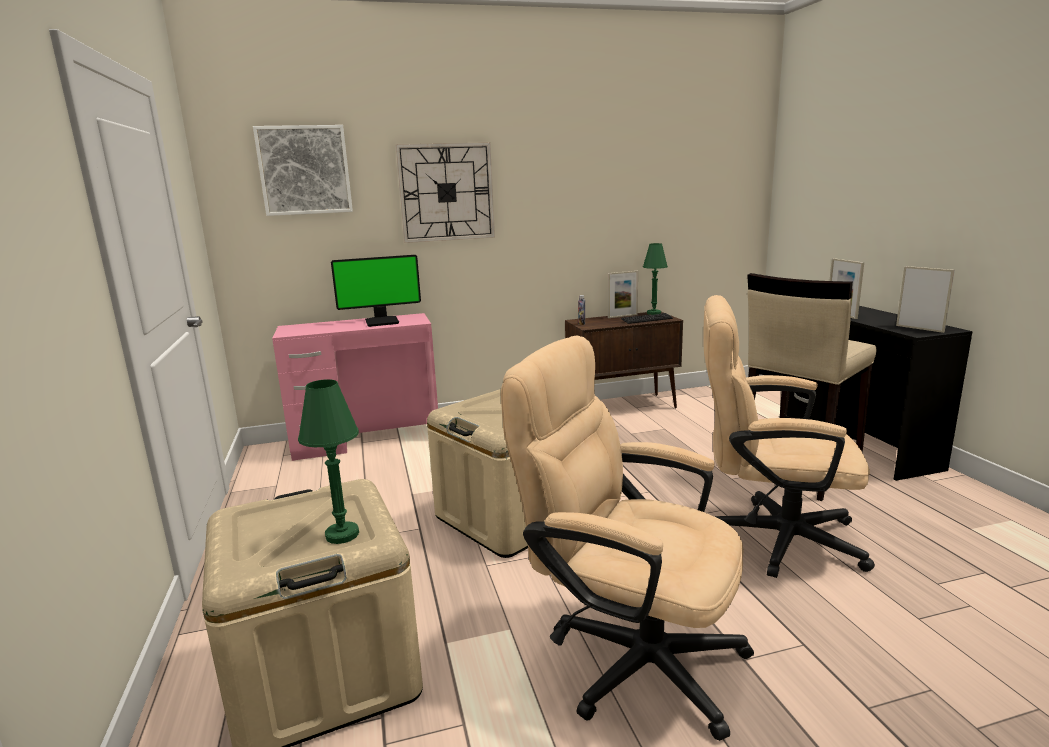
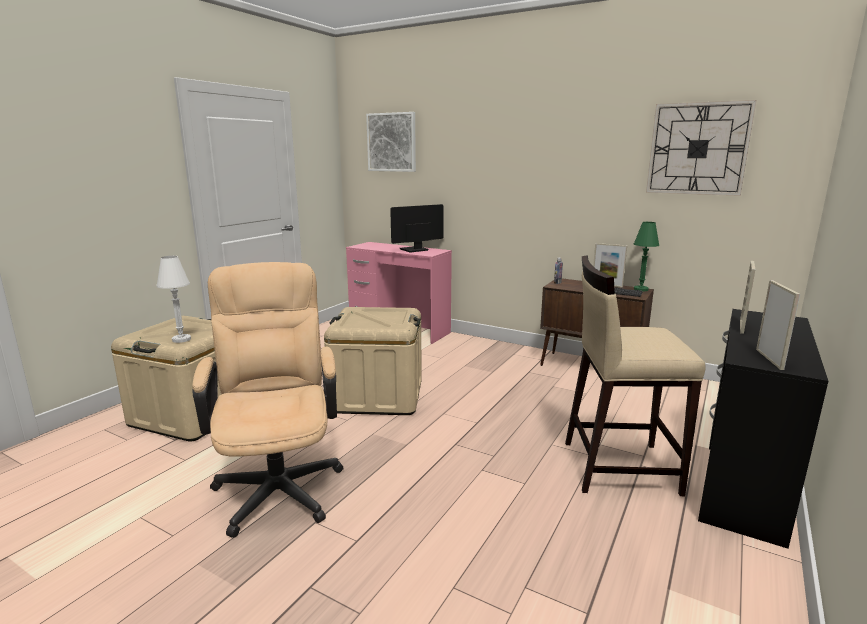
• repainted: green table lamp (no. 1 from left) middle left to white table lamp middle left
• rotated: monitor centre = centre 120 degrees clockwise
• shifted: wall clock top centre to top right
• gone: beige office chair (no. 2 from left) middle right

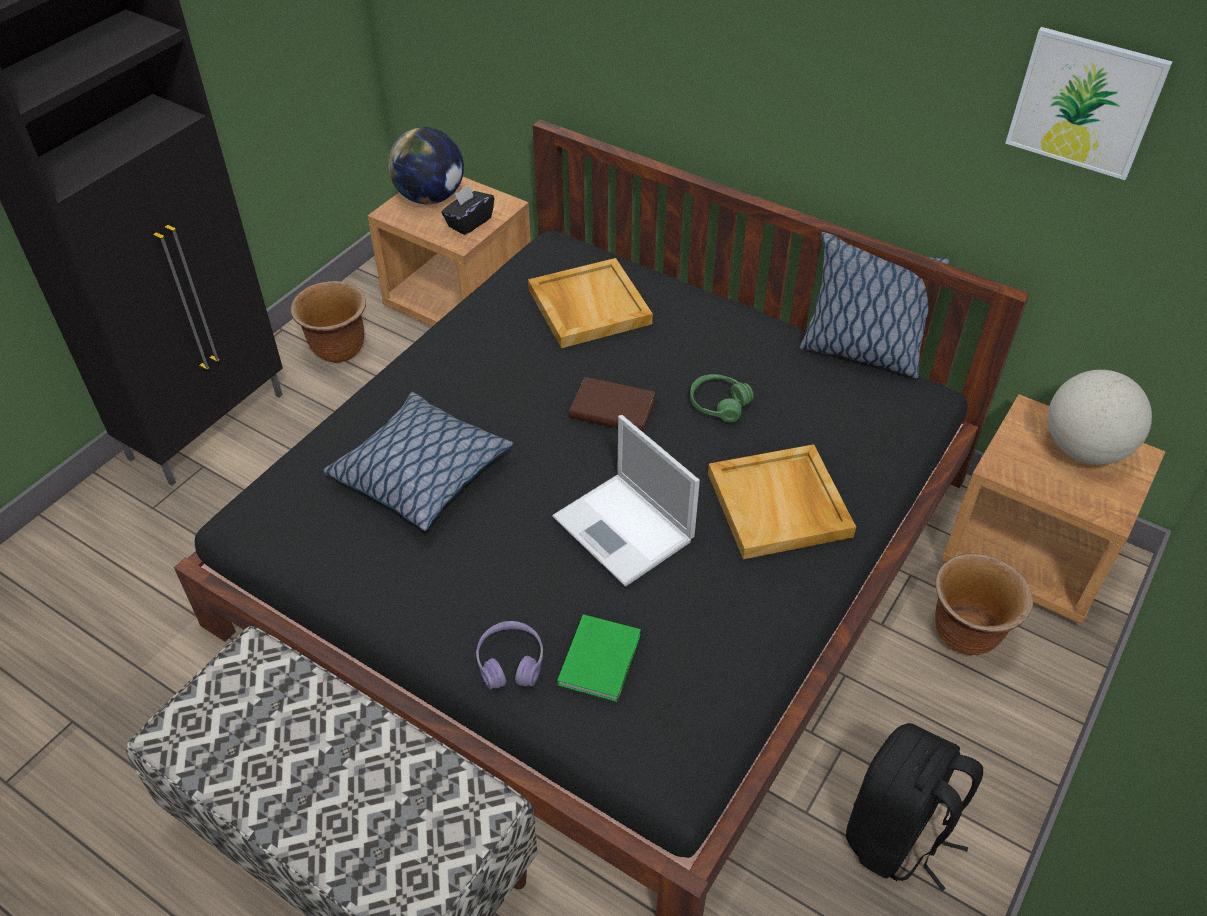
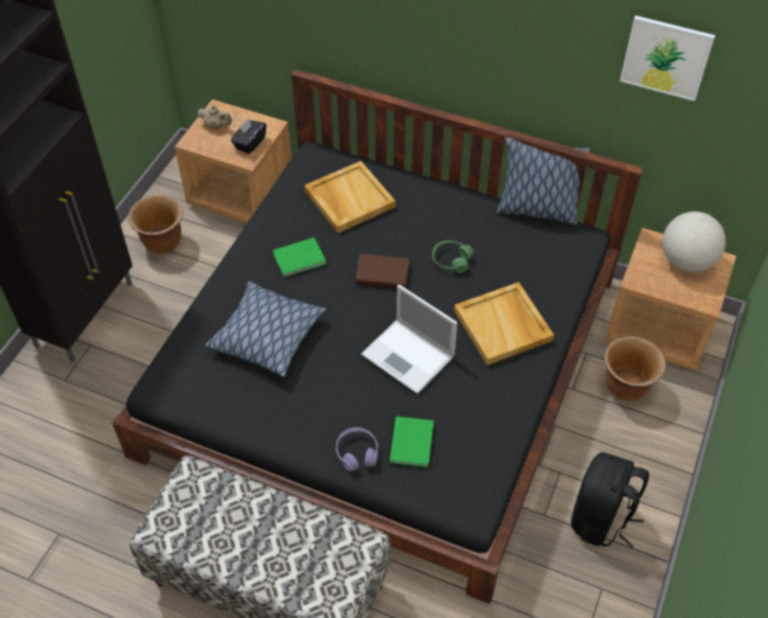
• swapped: globe (no. 1 from left) top centre to beige teapot top left
• new: green book (no. 1 from left) centre

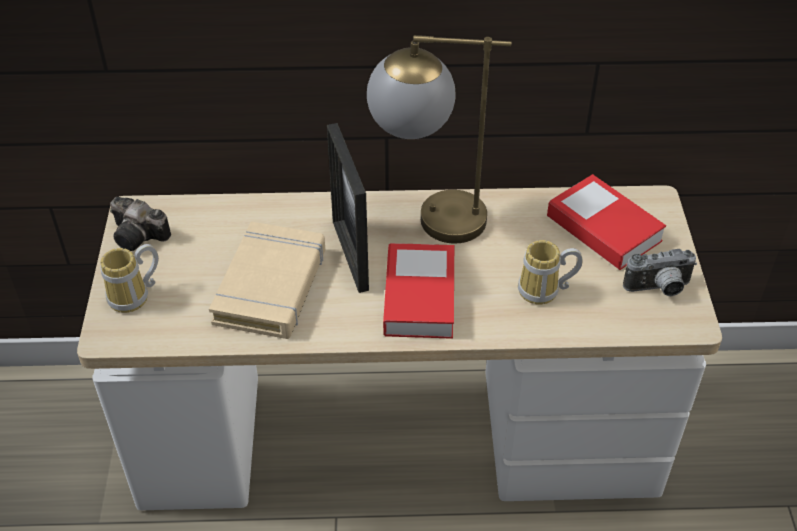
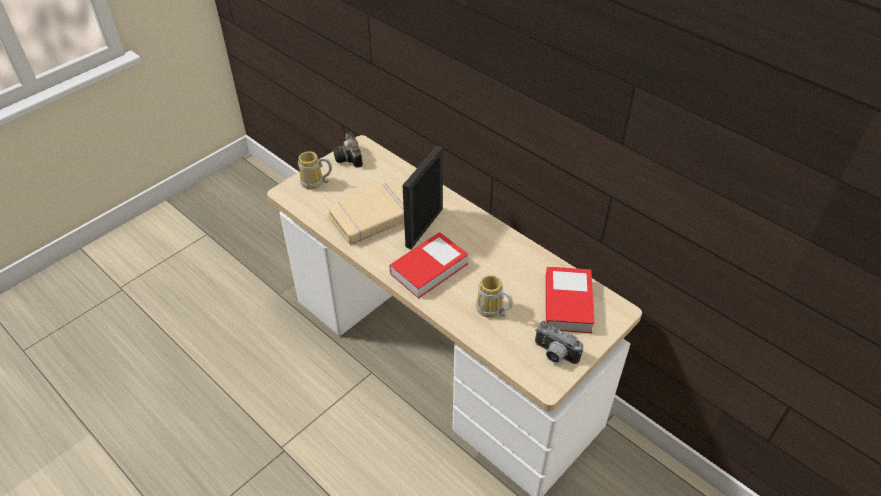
• gone: table lamp top centre

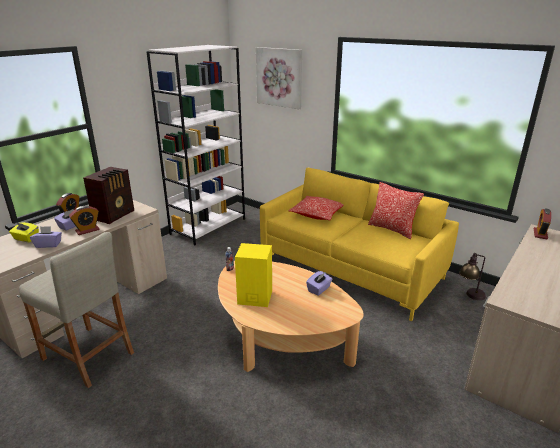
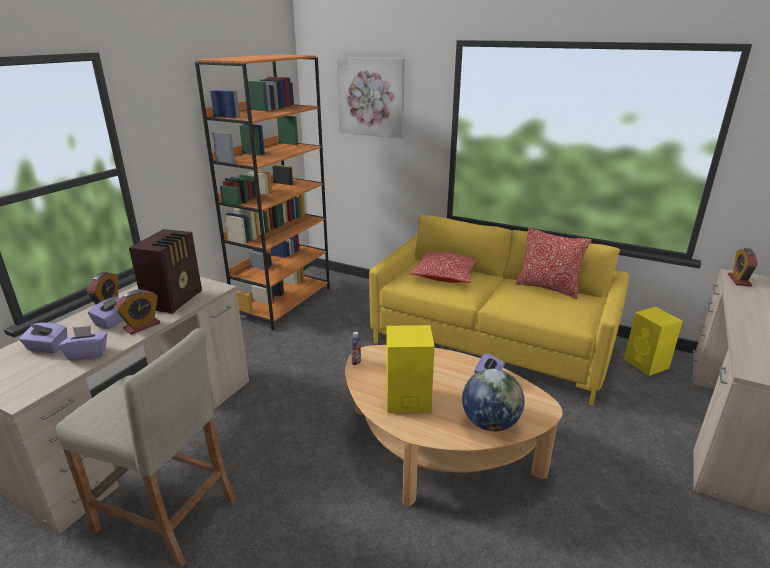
• repainted: yellow tissue box middle left to purple tissue box (no. 1 from left) middle left
• repainted: white bookcase top centre to orange bookcase centre
• new: globe bottom centre
• swapped: table lamp middle right to yellow speaker (no. 2 from left) middle right

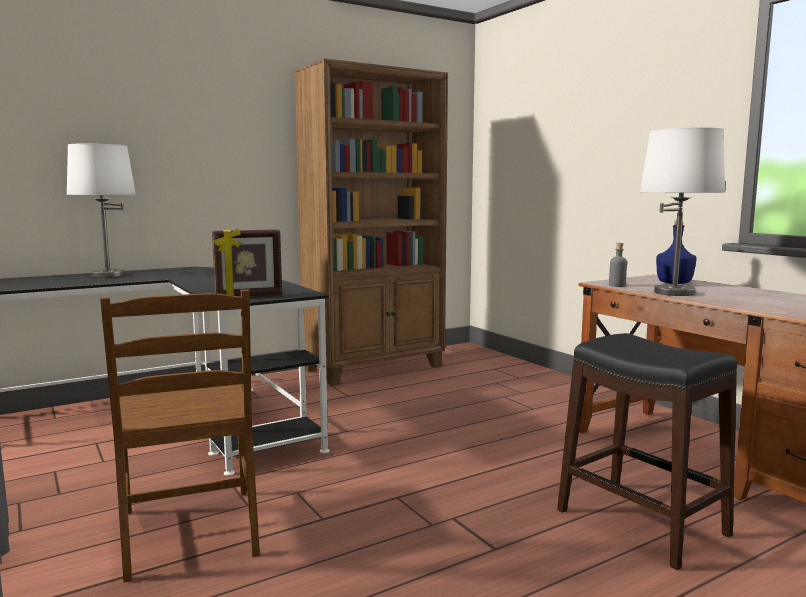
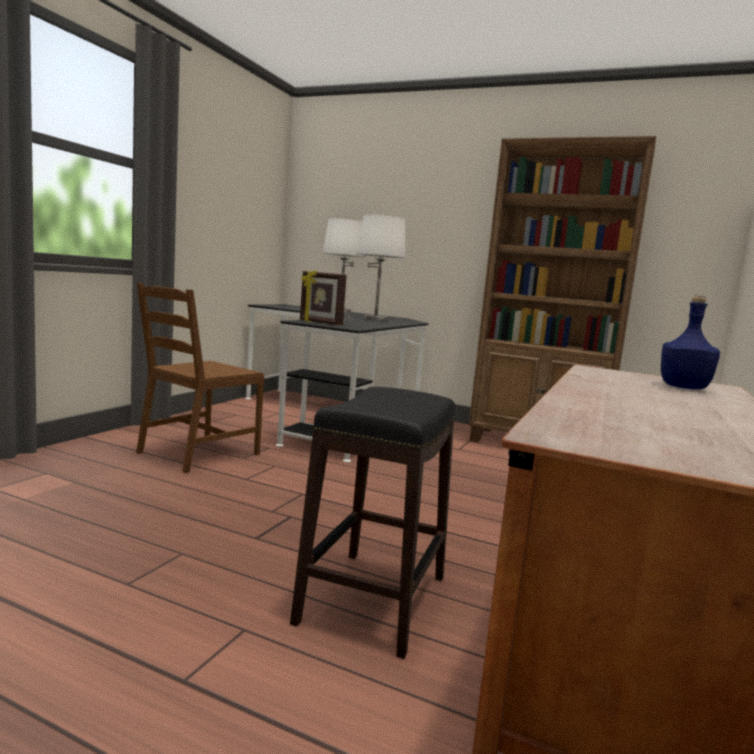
• shifted: white table lamp (no. 2 from left) middle right to centre
• gone: grey bottle middle right

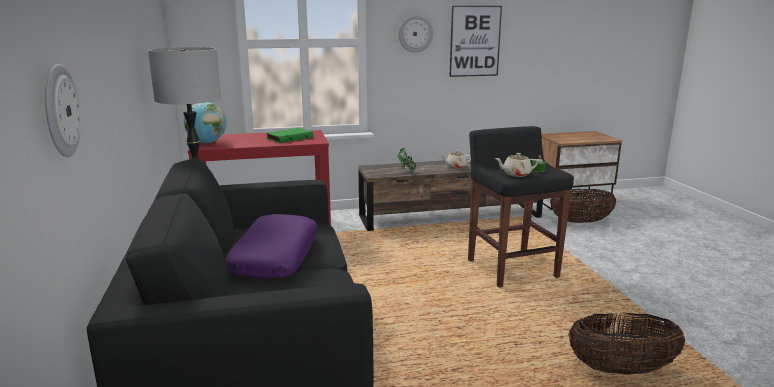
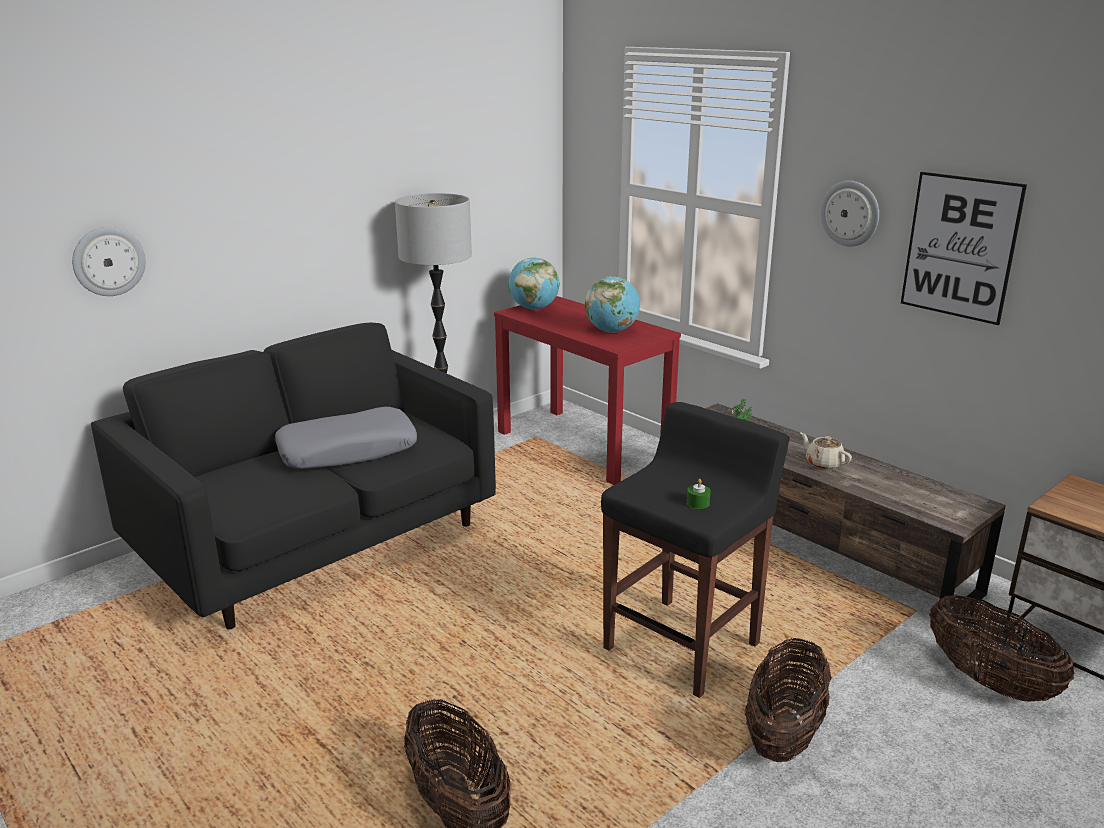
• repainted: purple pillow centre to grey pillow middle left
• swapped: green book centre to globe (no. 2 from left) centre
• new: basket (no. 2 from left) bottom right
• gone: beige teapot (no. 2 from left) middle right

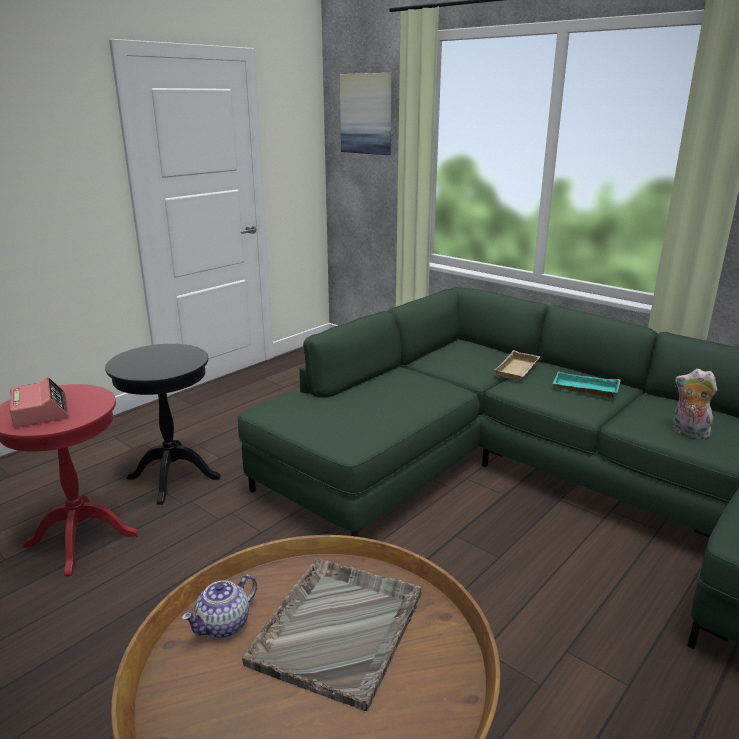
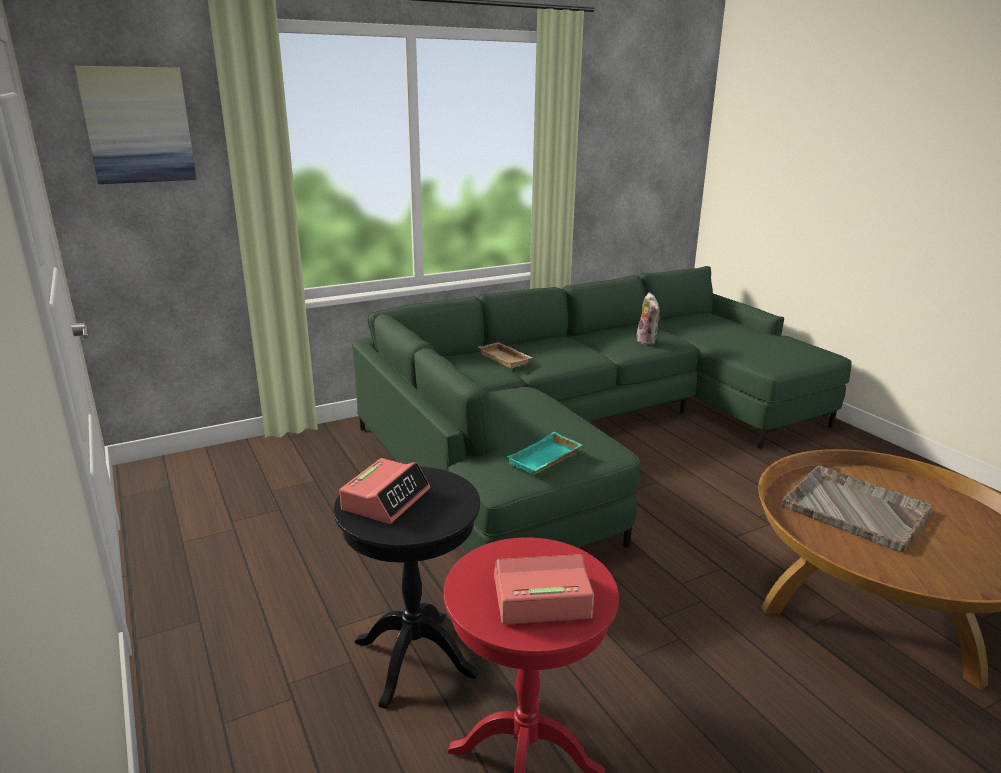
• new: alarm clock (no. 1 from left) centre
• shifted: turquoise tray middle right to centre
• rotated: plush toy middle right = centre 75 degrees counterclockwise
• gone: teapot bottom left

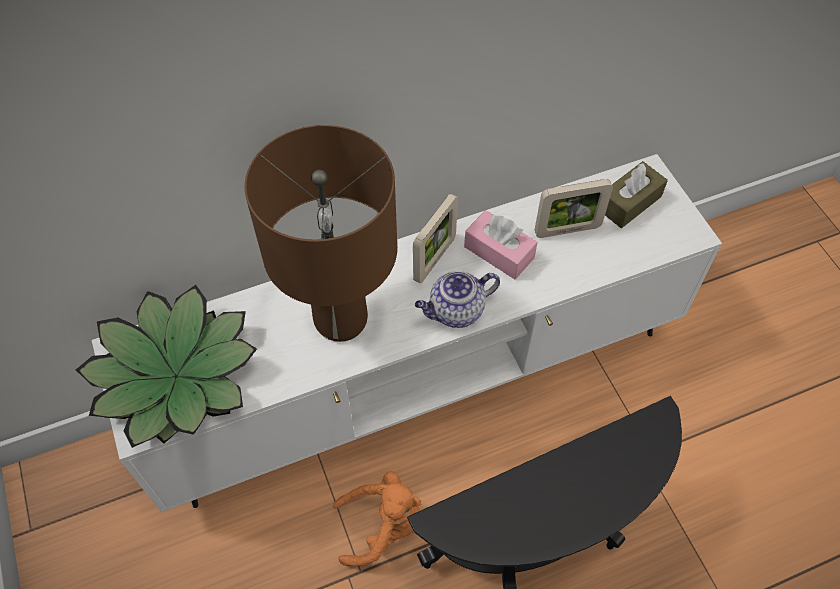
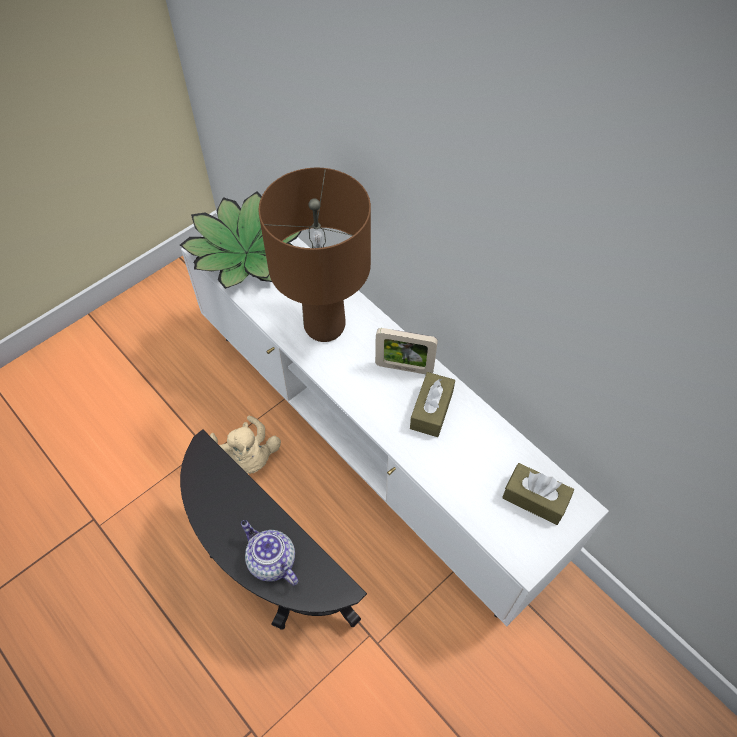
• repainted: orange plush toy bottom centre to beige plush toy middle left
• shifted: teapot centre to bottom centre
• repainted: pink tissue box centre to brown tissue box (no. 1 from left) centre
• gone: picture frame (no. 2 from left) middle right

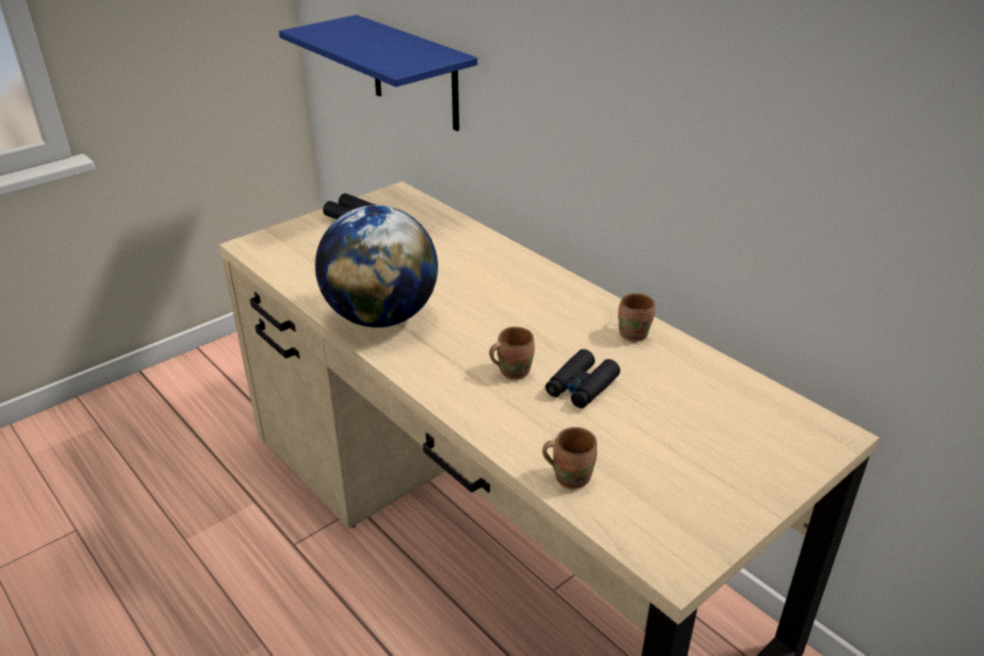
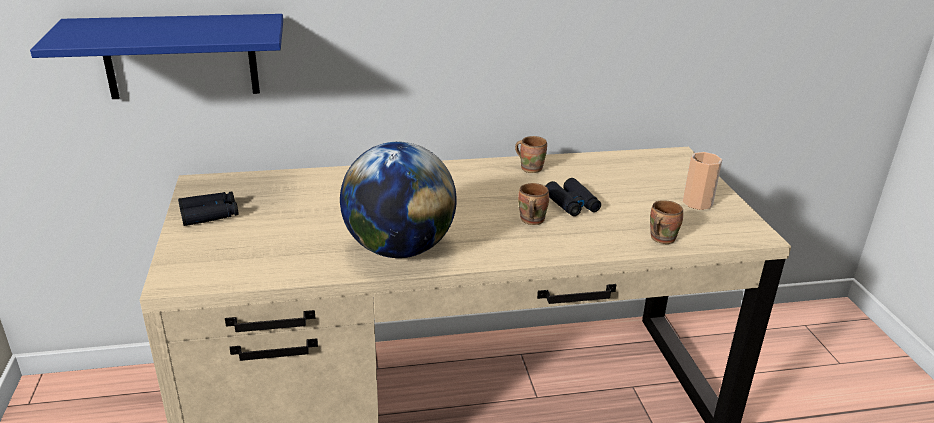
• new: cup middle right

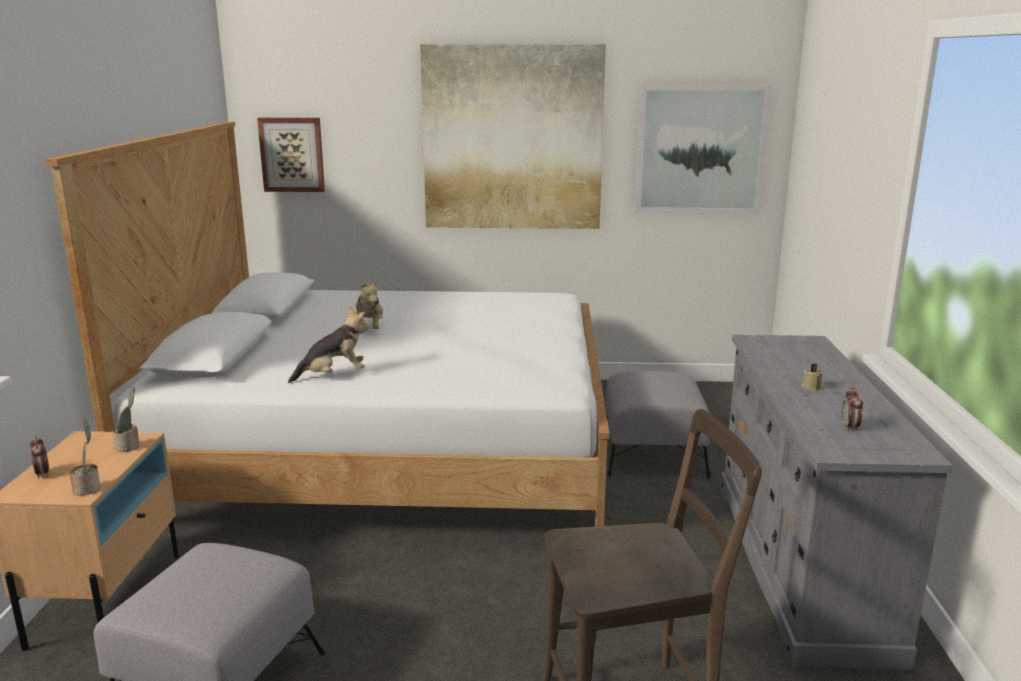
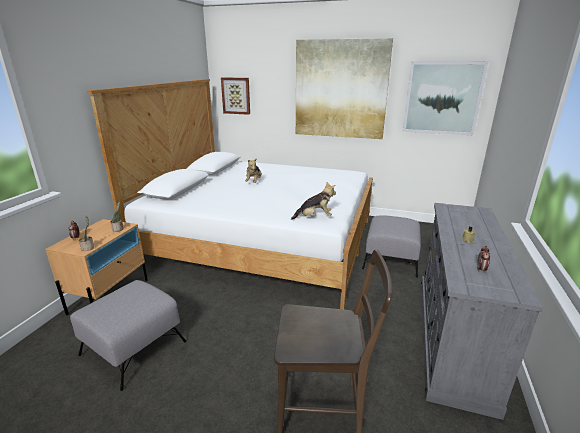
• shifted: plush toy (no. 1 from left in the first image) middle left to plush toy (no. 2 from left) centre

